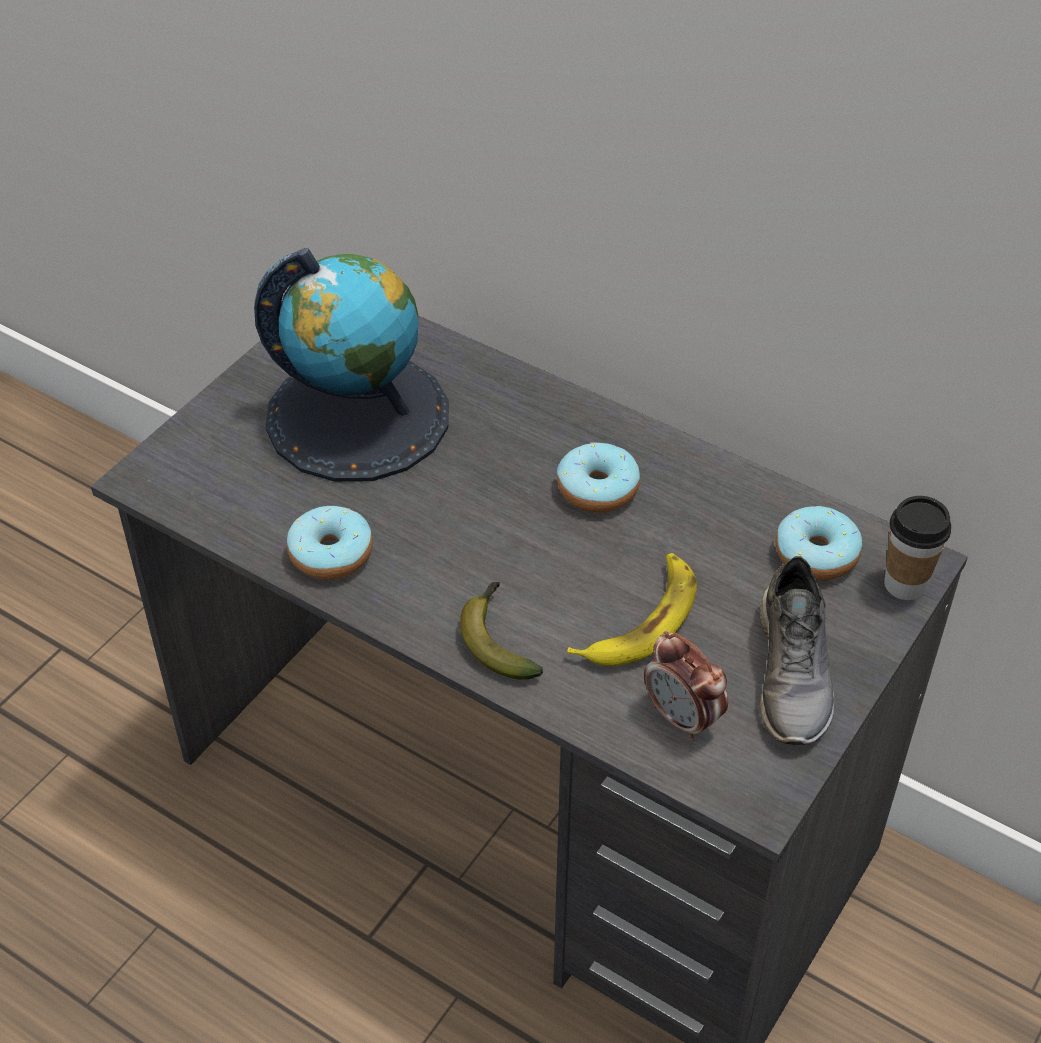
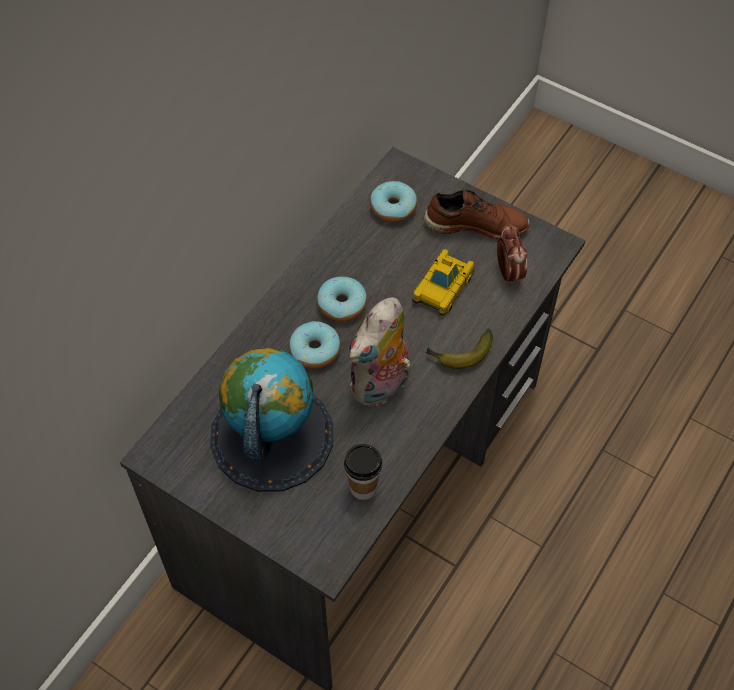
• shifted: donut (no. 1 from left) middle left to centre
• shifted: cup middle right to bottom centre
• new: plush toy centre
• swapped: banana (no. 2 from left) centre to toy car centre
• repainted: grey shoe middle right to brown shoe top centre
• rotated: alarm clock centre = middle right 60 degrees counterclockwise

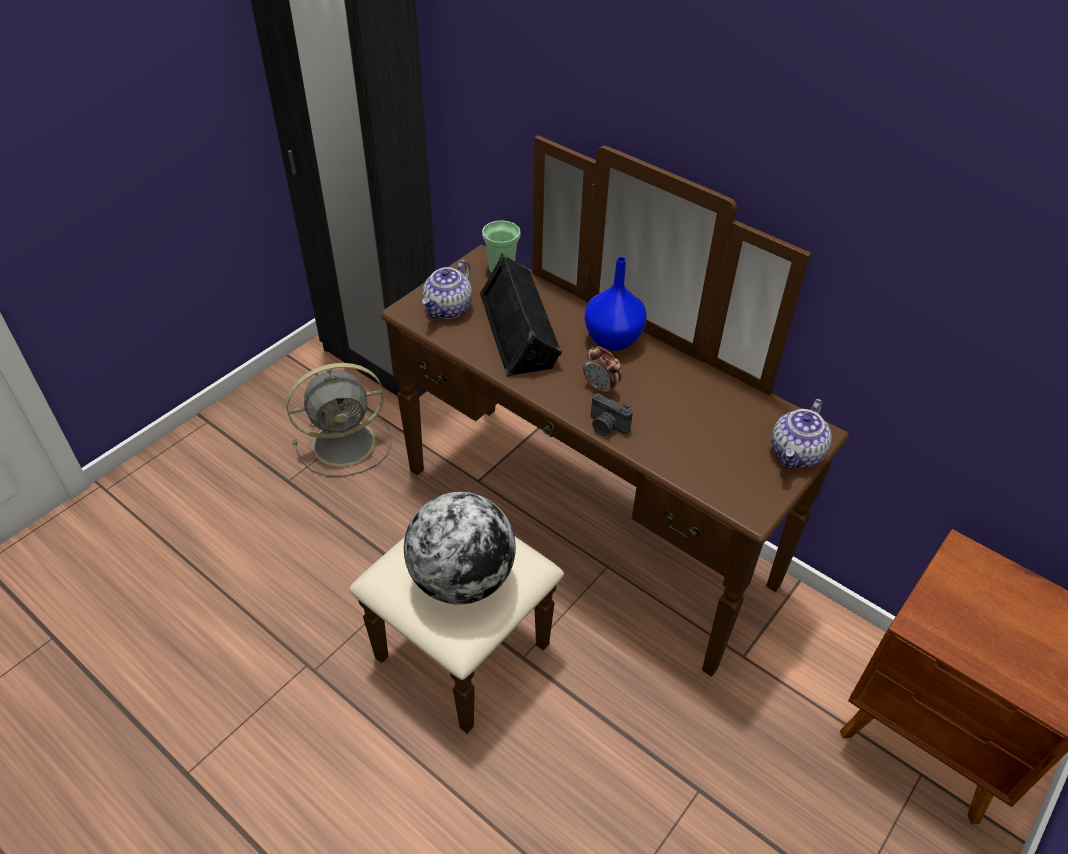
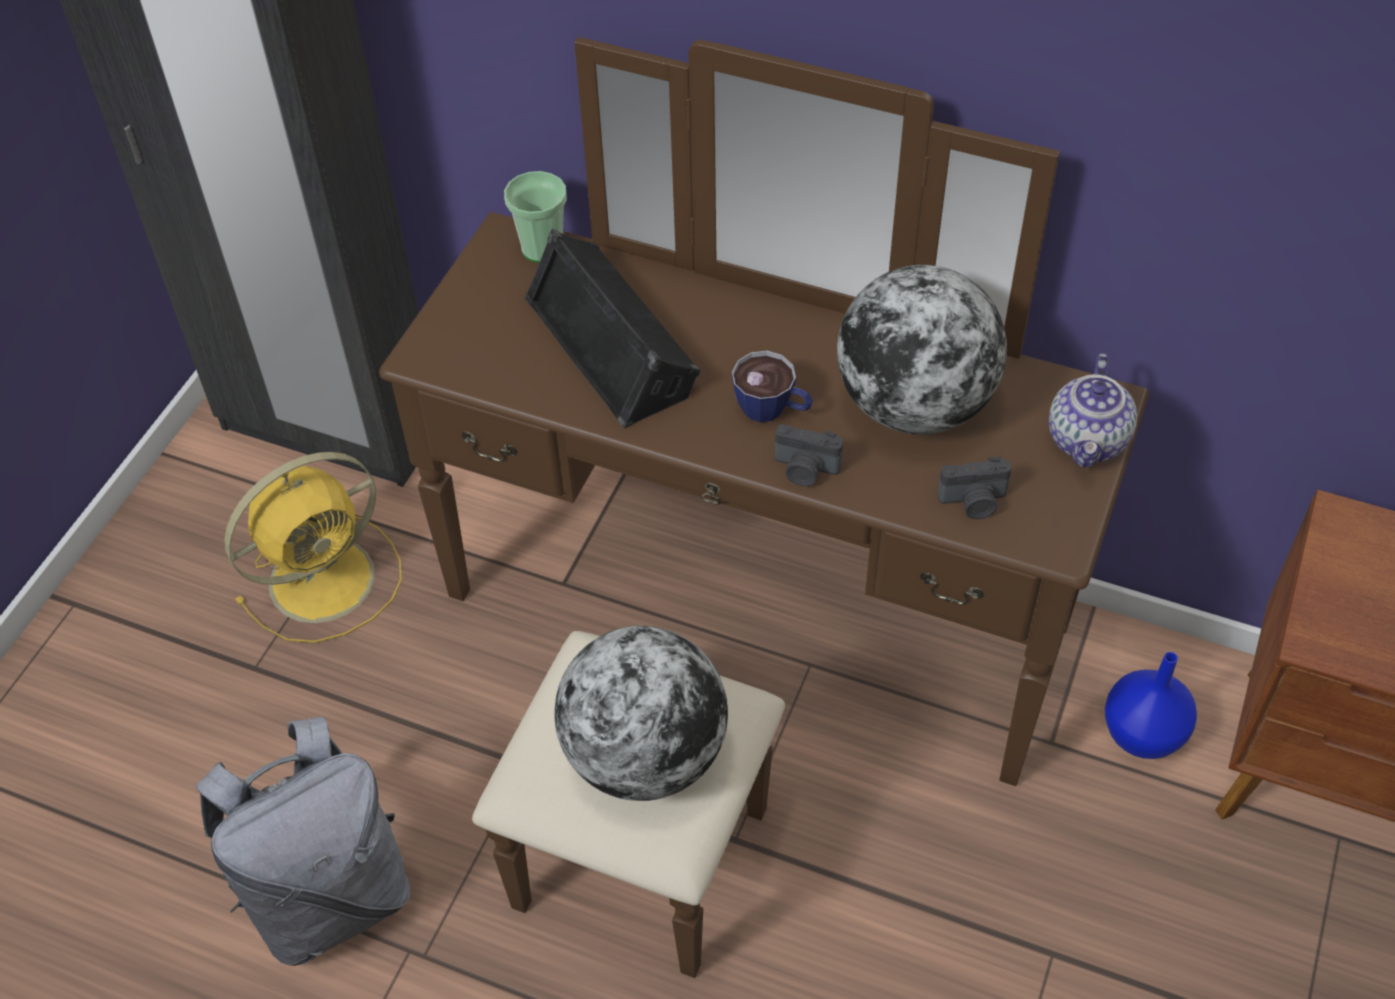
• new: grey backpack bottom left
• repainted: grey fan middle left to yellow fan middle left
• swapped: alarm clock centre to cup (no. 2 from left) centre
• new: globe (no. 2 from left) centre
• new: photo camera (no. 2 from left) middle right
• shifted: blue vase centre to bottom right
• gone: teapot (no. 1 from left) centre

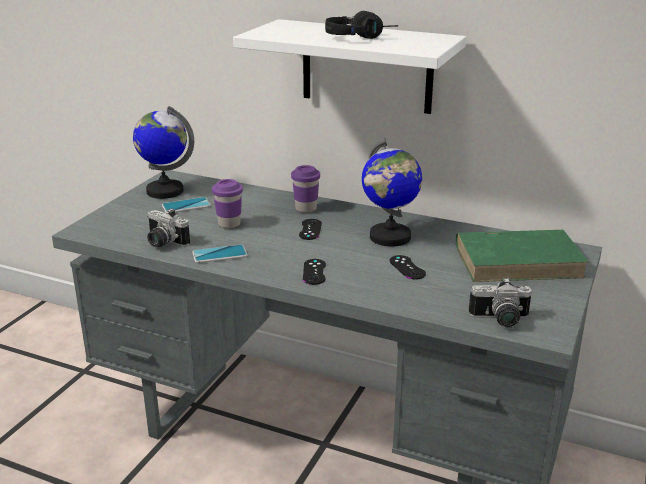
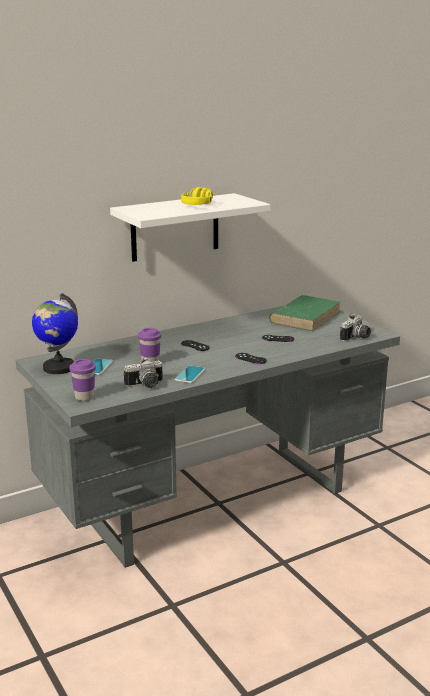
• shifted: purple cup (no. 2 from left in the first image) centre to purple cup (no. 1 from left) middle left
• repainted: black headphones top centre to yellow headphones top centre
• gone: globe (no. 2 from left) centre

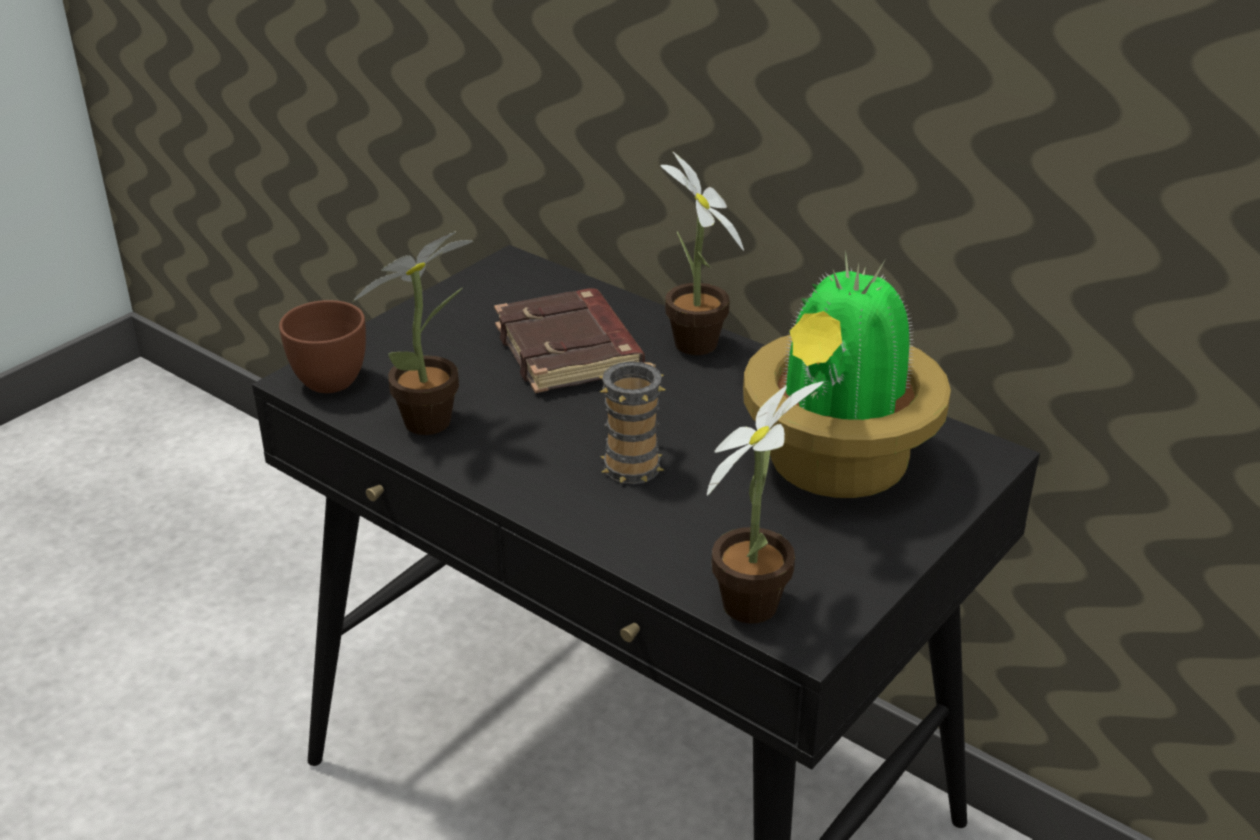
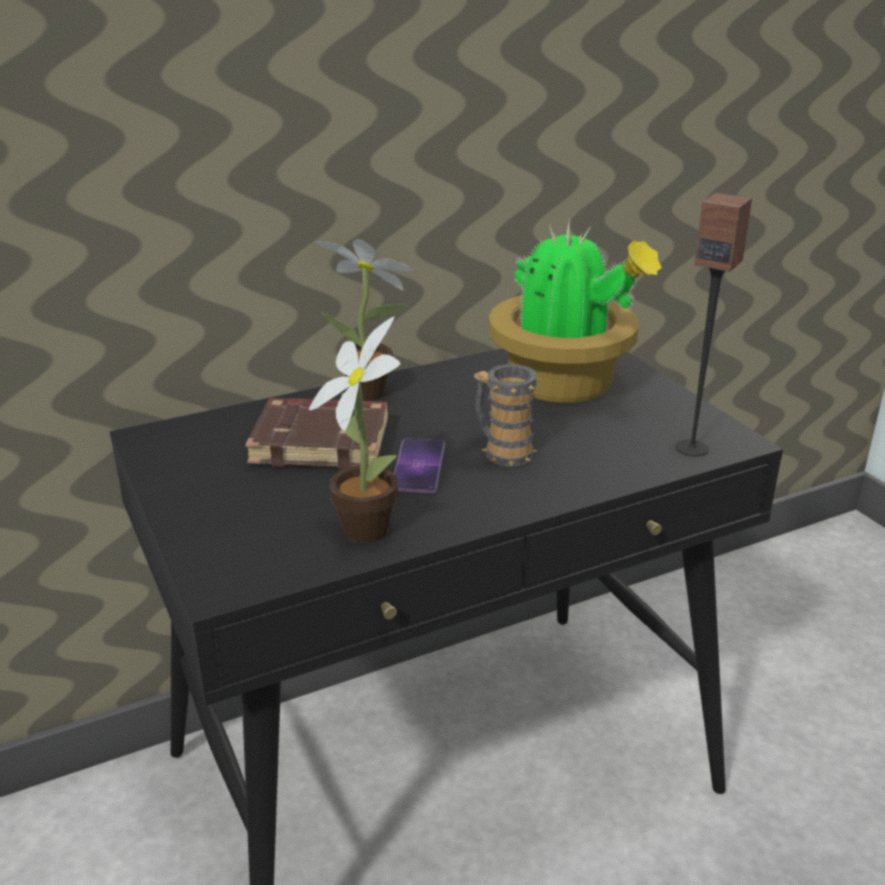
• new: phone centre
• swapped: potted plant (no. 3 from left) centre to speaker middle right
• gone: brown cup middle left

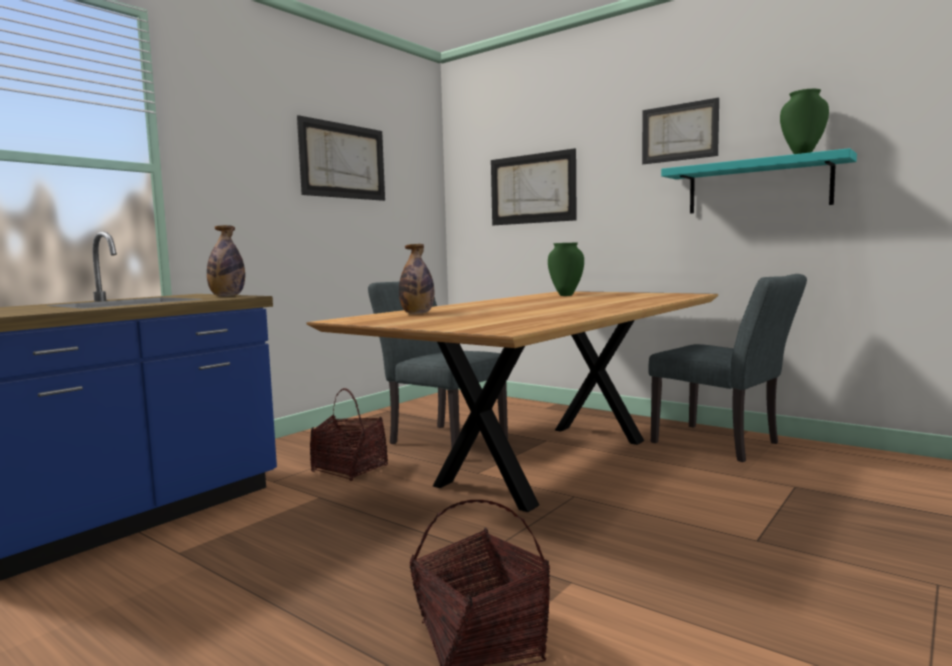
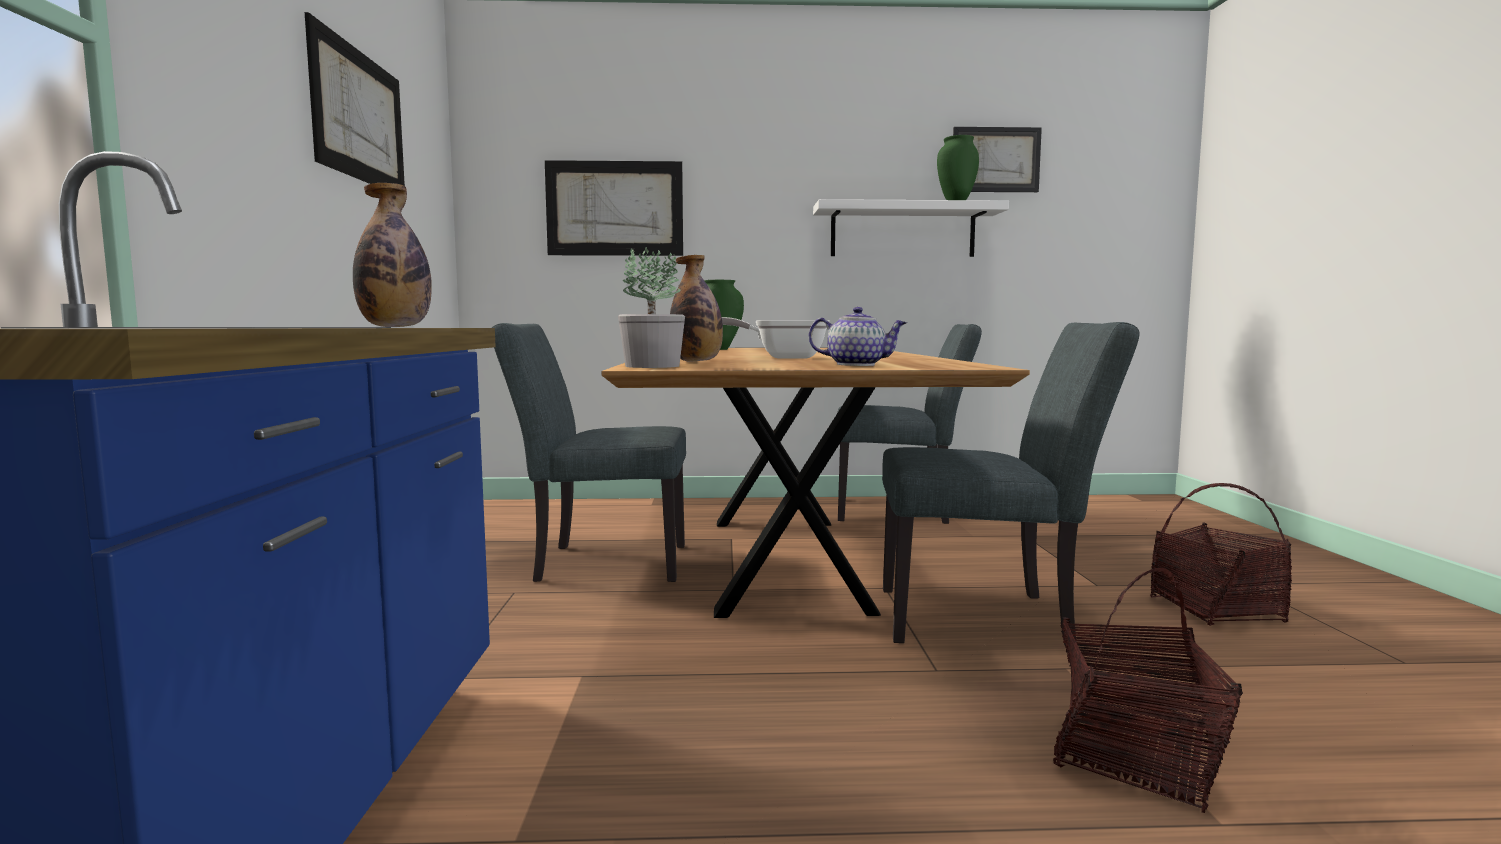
• new: potted plant centre
• new: frying pan centre
• new: teapot centre
• repainted: turquoise shelf top right to white shelf top centre
• new: grey chair (no. 3 from left) middle right
• shifted: picture (no. 3 from left) top right to top centre
• shifted: basket (no. 1 from left in the first image) centre to basket (no. 2 from left) middle right

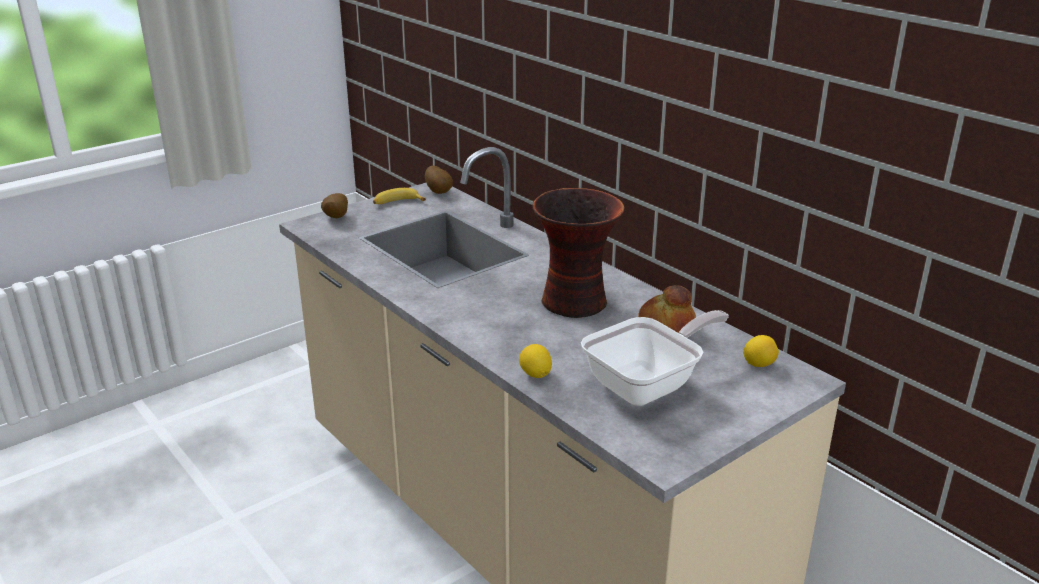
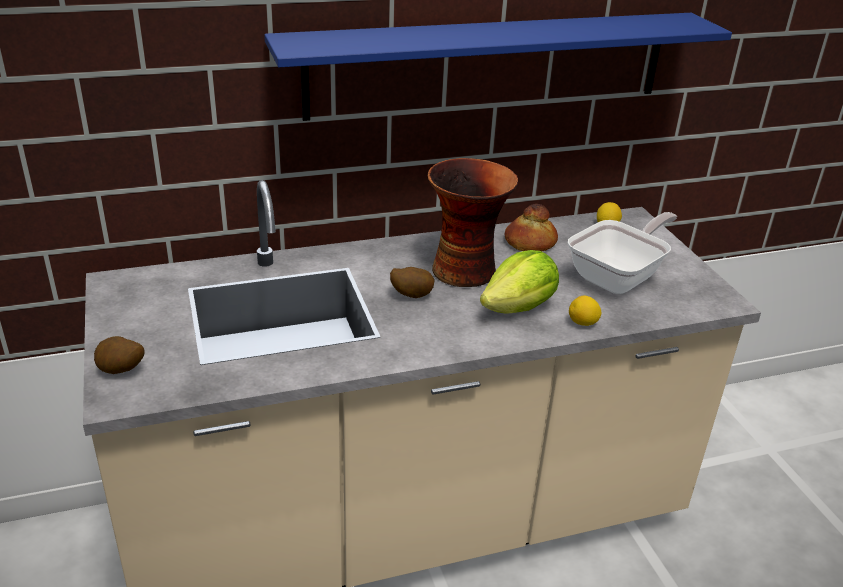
• new: blue shelf top centre
• shifted: potato (no. 2 from left) top centre to centre
• new: lettuce centre
• rotated: frying pan centre = middle right 60 degrees clockwise
• gone: banana centre

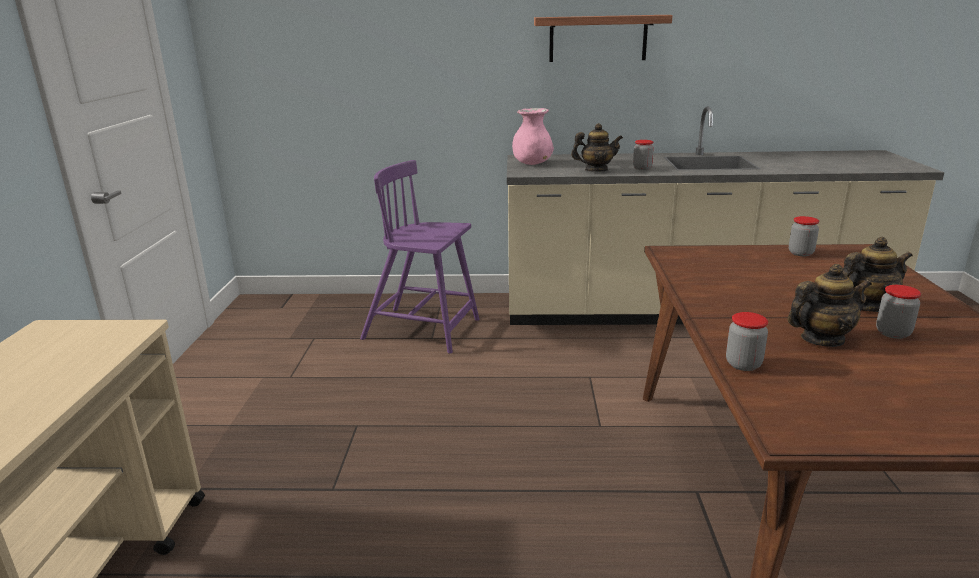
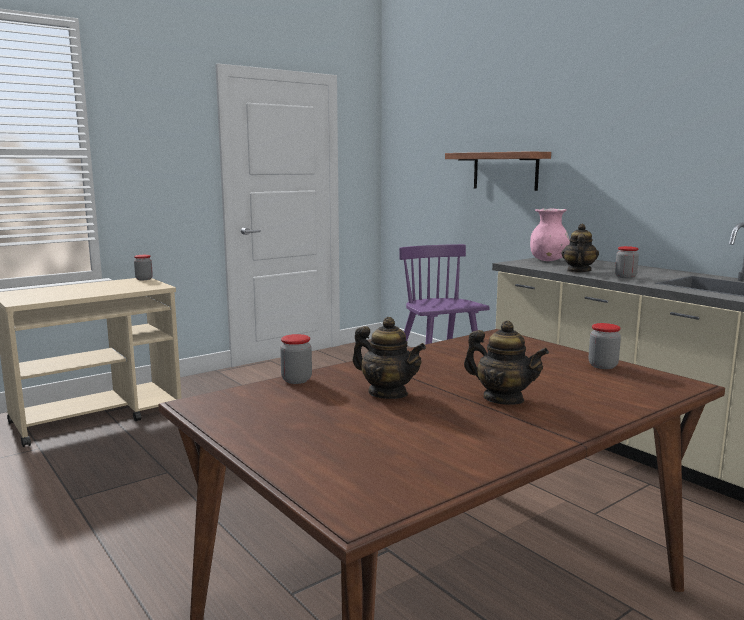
• shifted: jar (no. 4 from left in the first image) middle right to jar (no. 1 from left) middle left
• shifted: shelf top centre to top right
• rotated: teapot (no. 1 from left in the first image) top centre = middle right 120 degrees counterclockwise

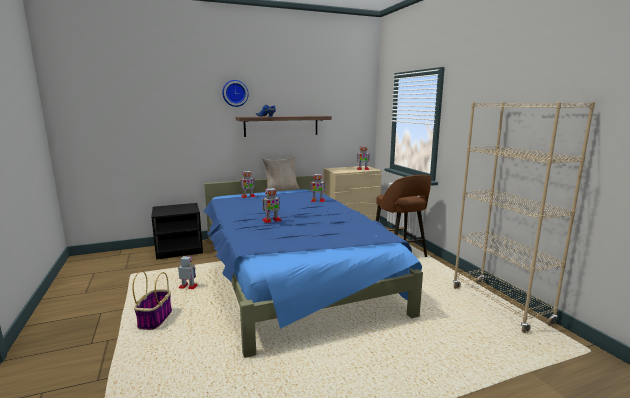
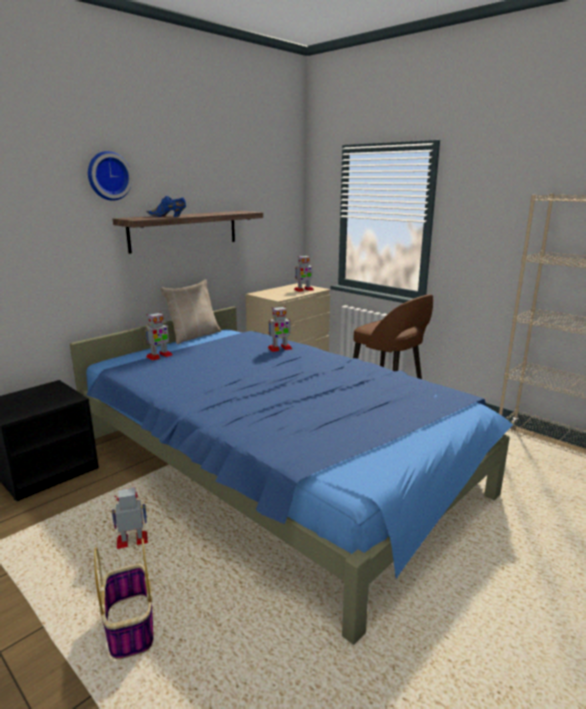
• gone: toy robot (no. 3 from left) centre

